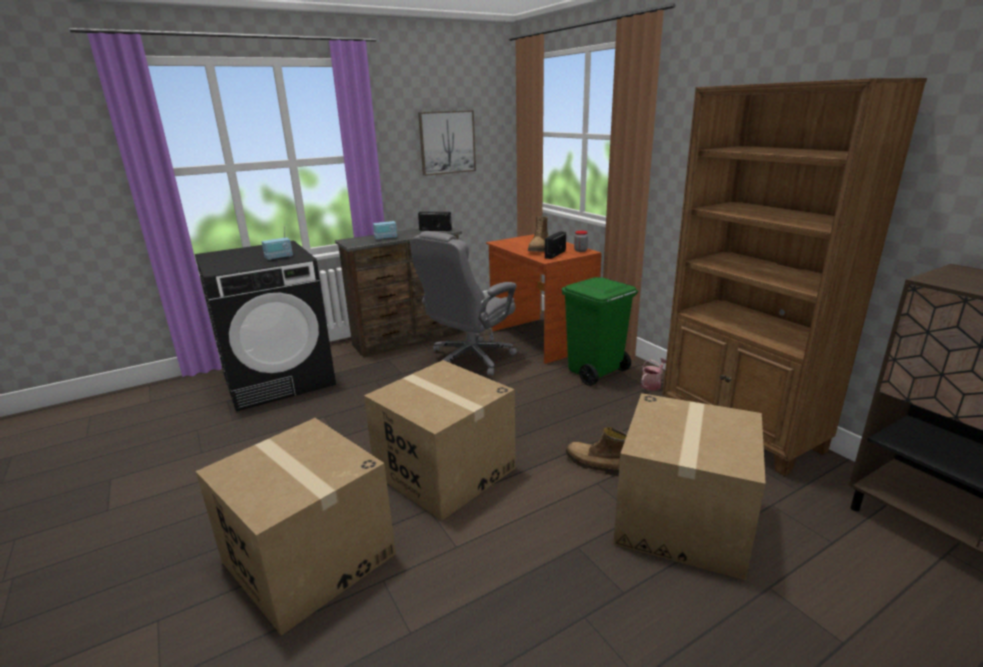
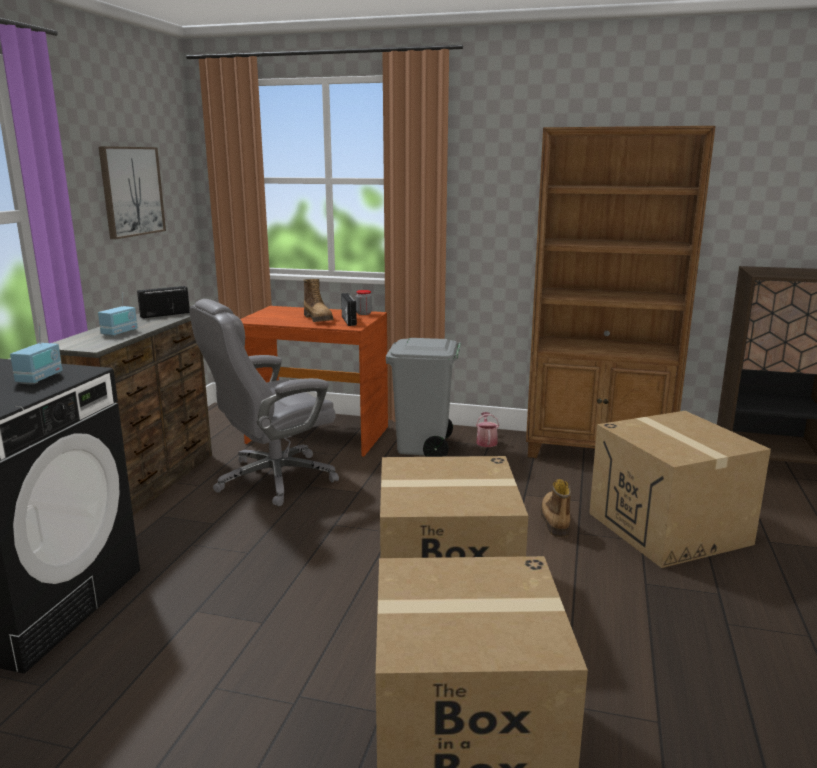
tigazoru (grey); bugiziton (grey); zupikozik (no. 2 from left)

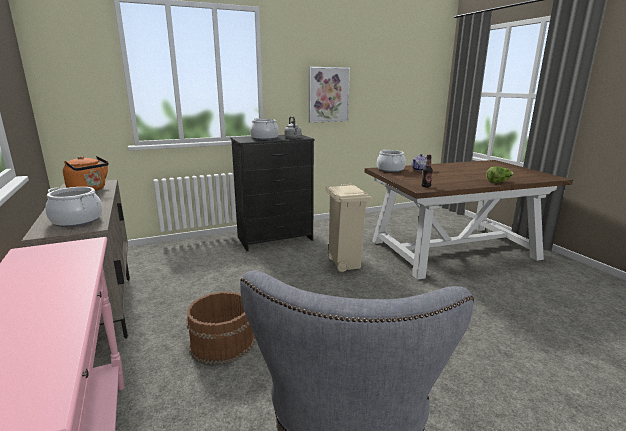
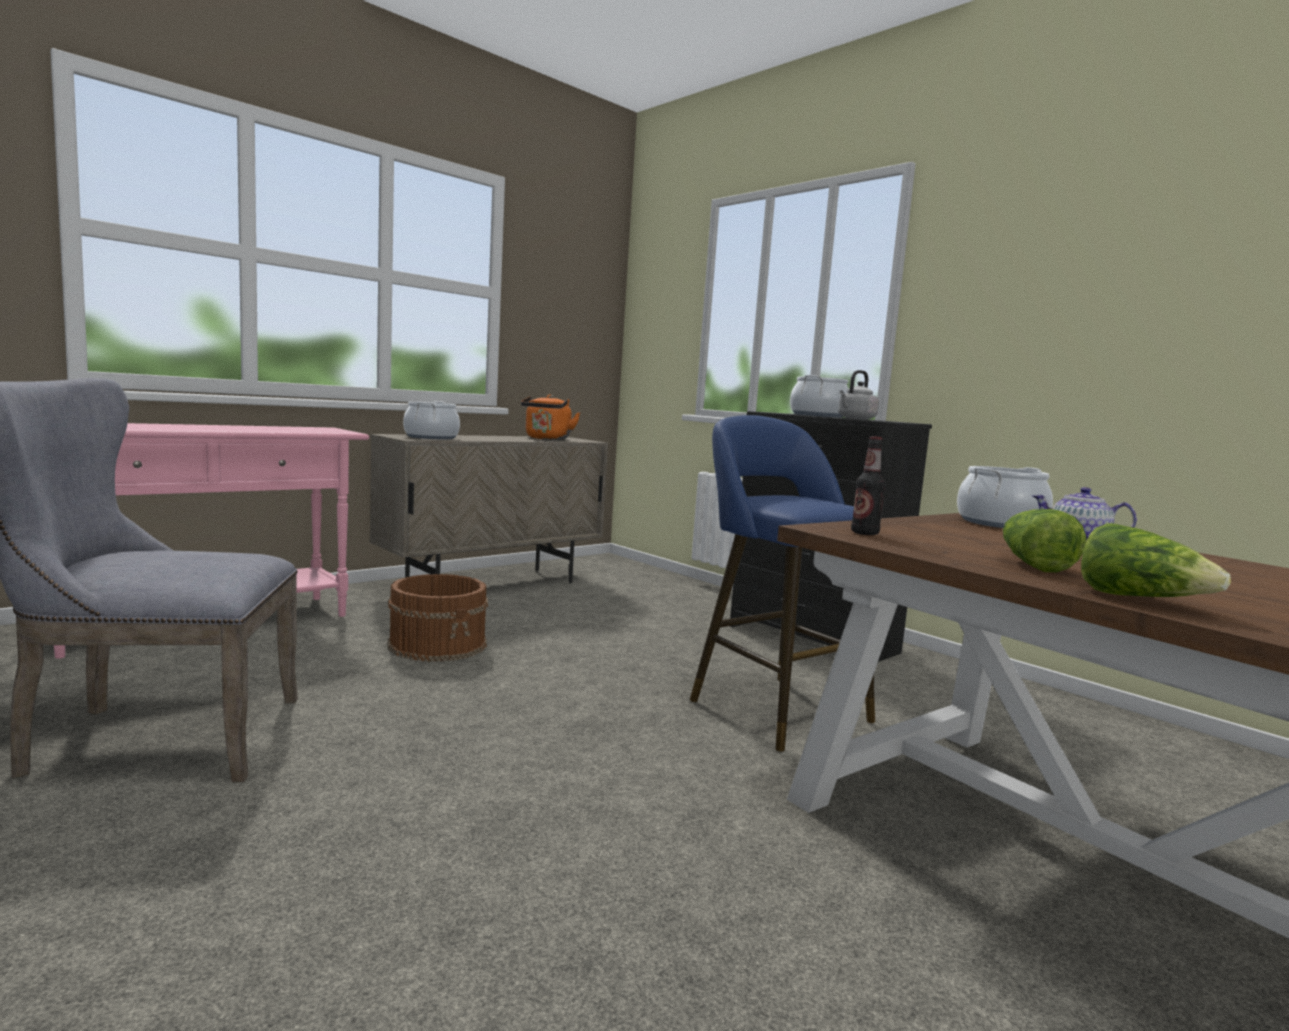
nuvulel; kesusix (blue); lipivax (no. 1 from left)

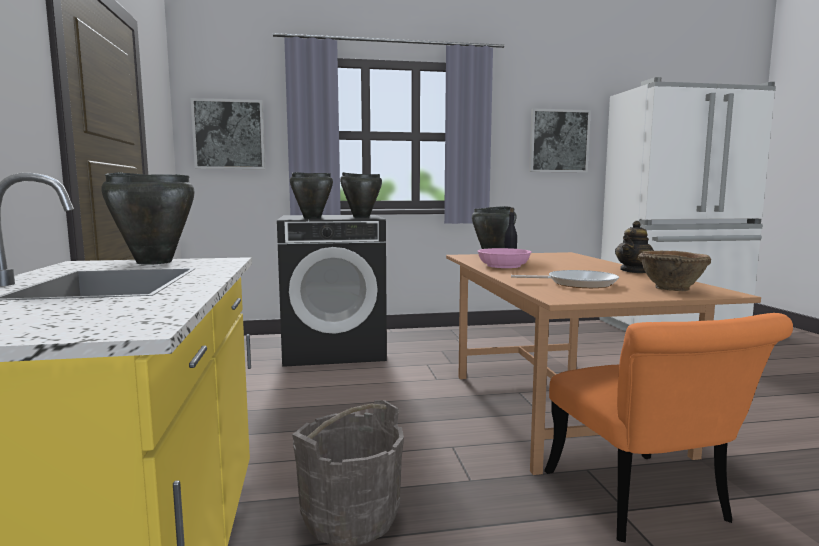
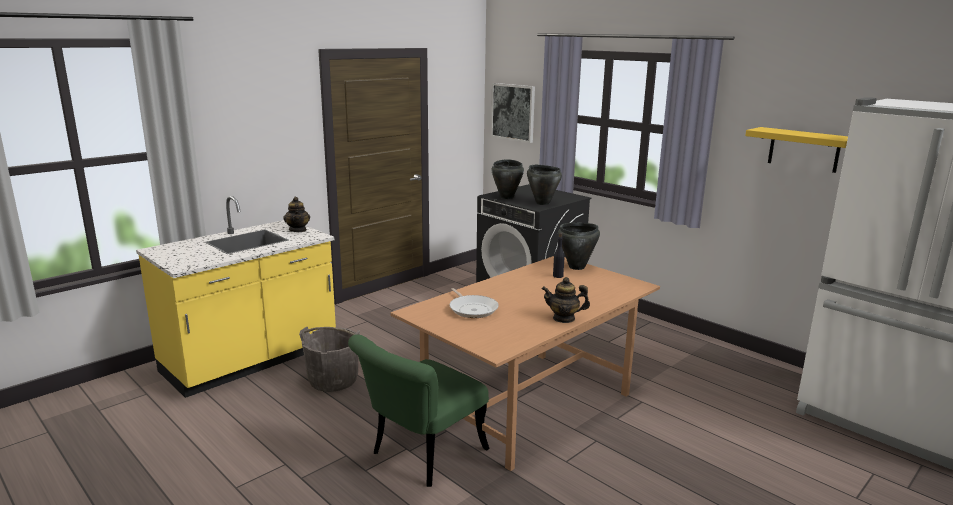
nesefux (no. 1 from left); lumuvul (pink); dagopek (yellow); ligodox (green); lumuvul (brown)

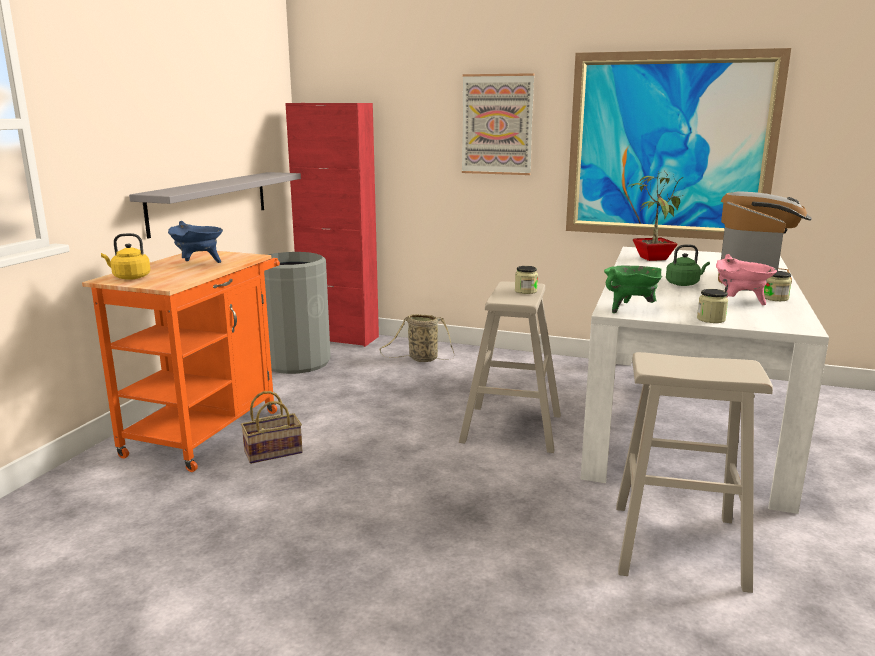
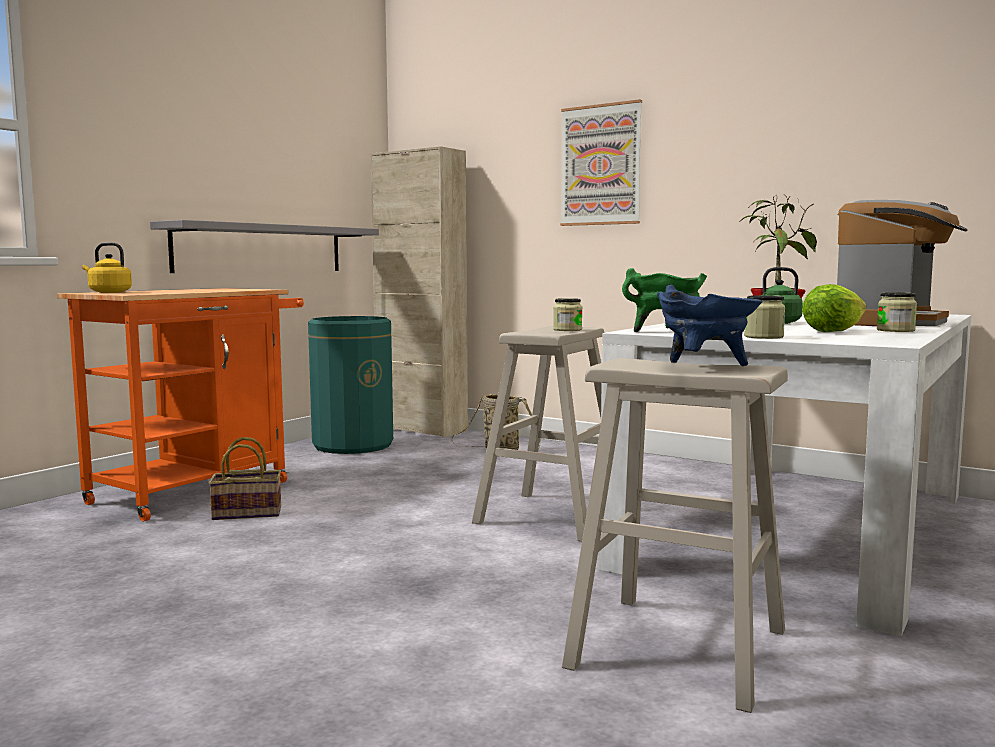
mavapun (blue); bugiziton (green); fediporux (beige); nuvulel (no. 2 from left in the first image); lipivax

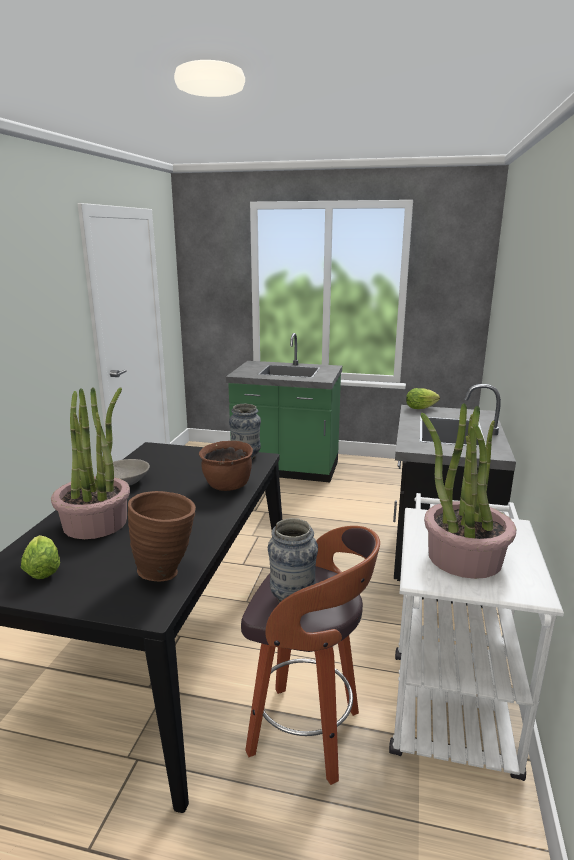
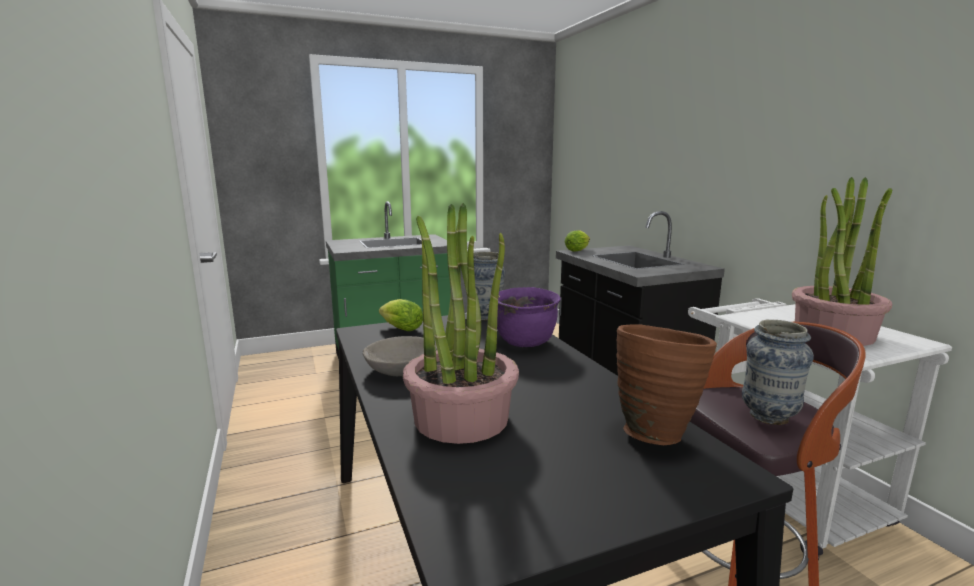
lipivax (no. 1 from left); mavapun (purple)

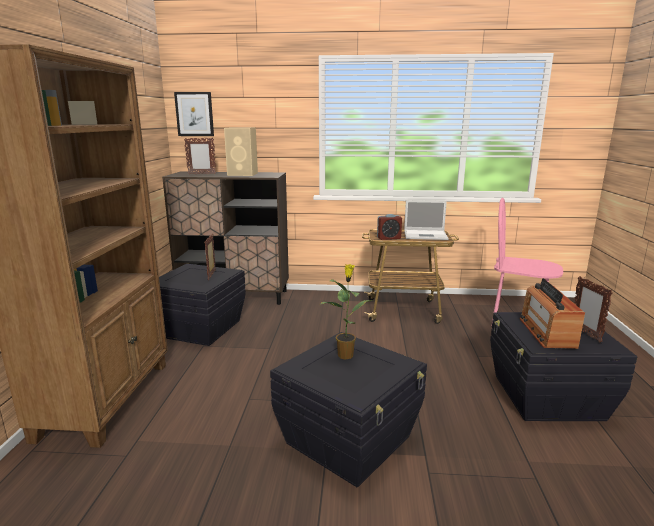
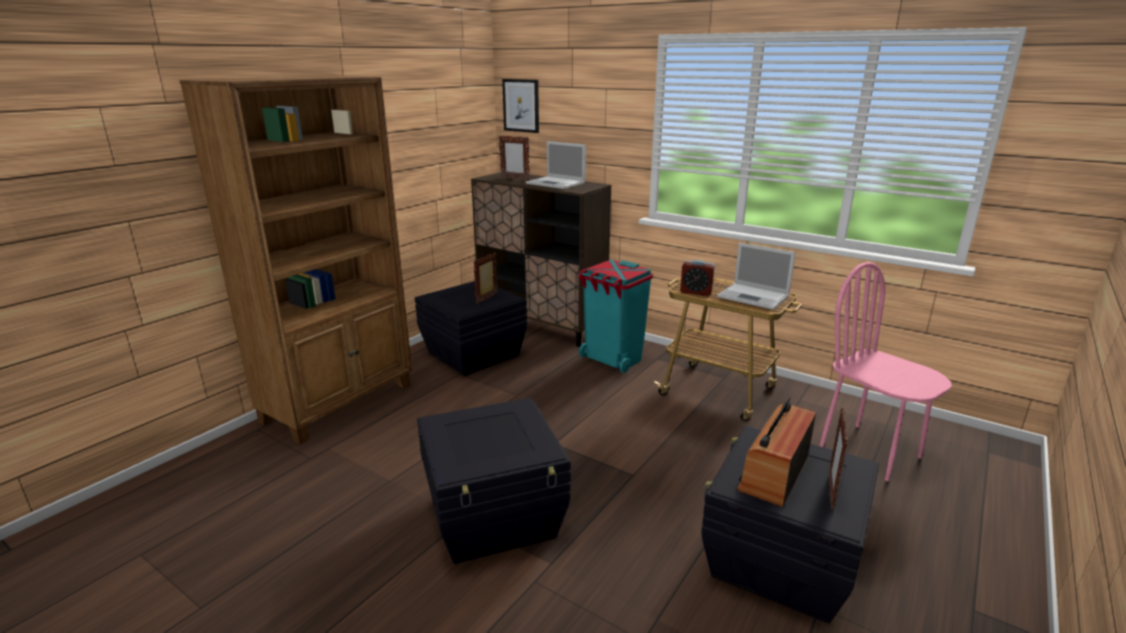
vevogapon (no. 1 from left); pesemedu; bugiziton (turquoise)

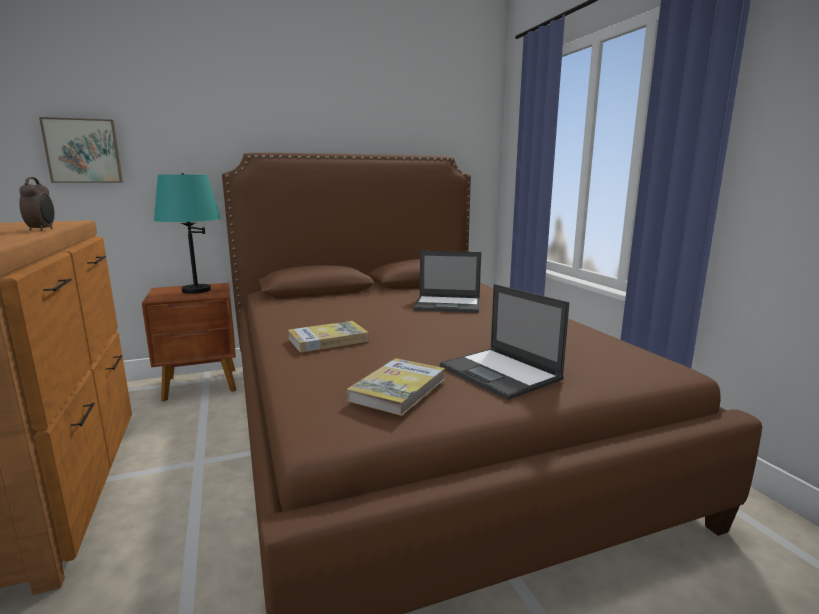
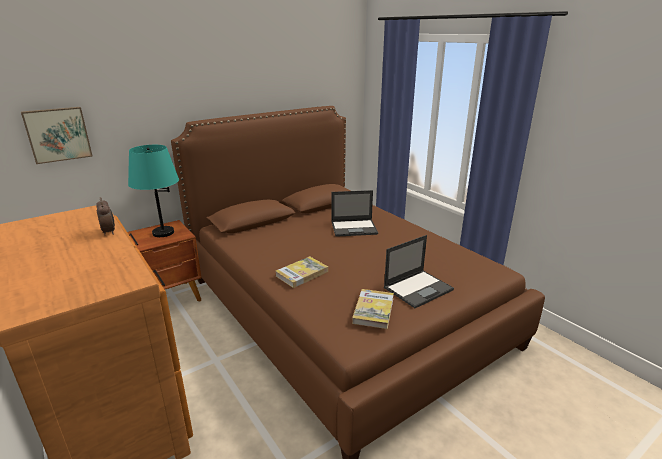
vevogapon (no. 2 from left)

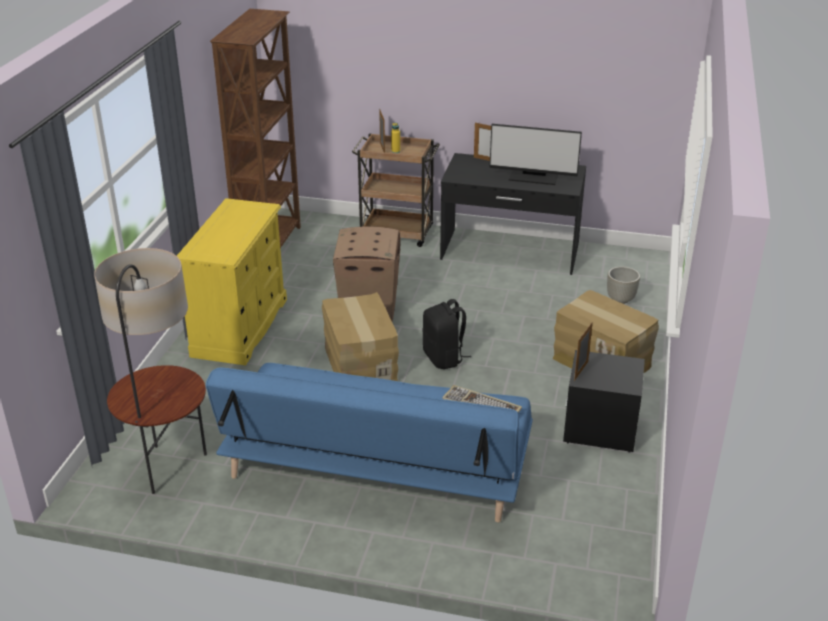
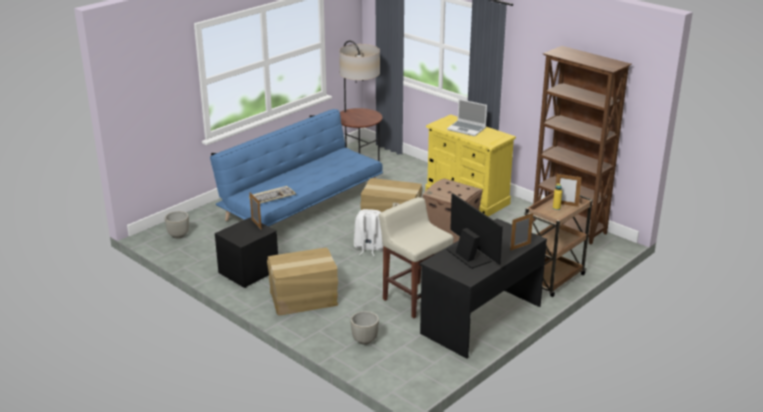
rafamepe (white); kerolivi; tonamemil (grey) (no. 1 from left); kesusix (beige); vevogapon

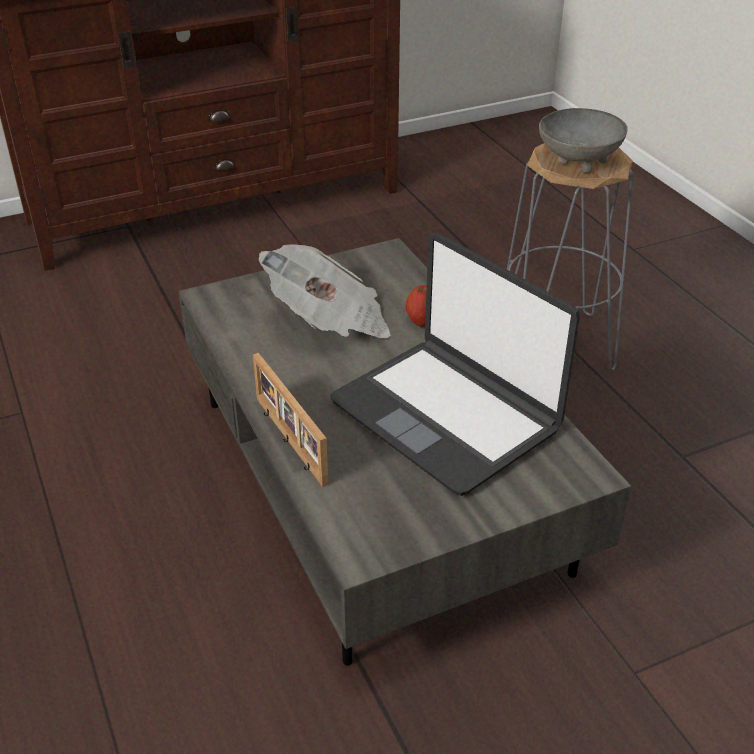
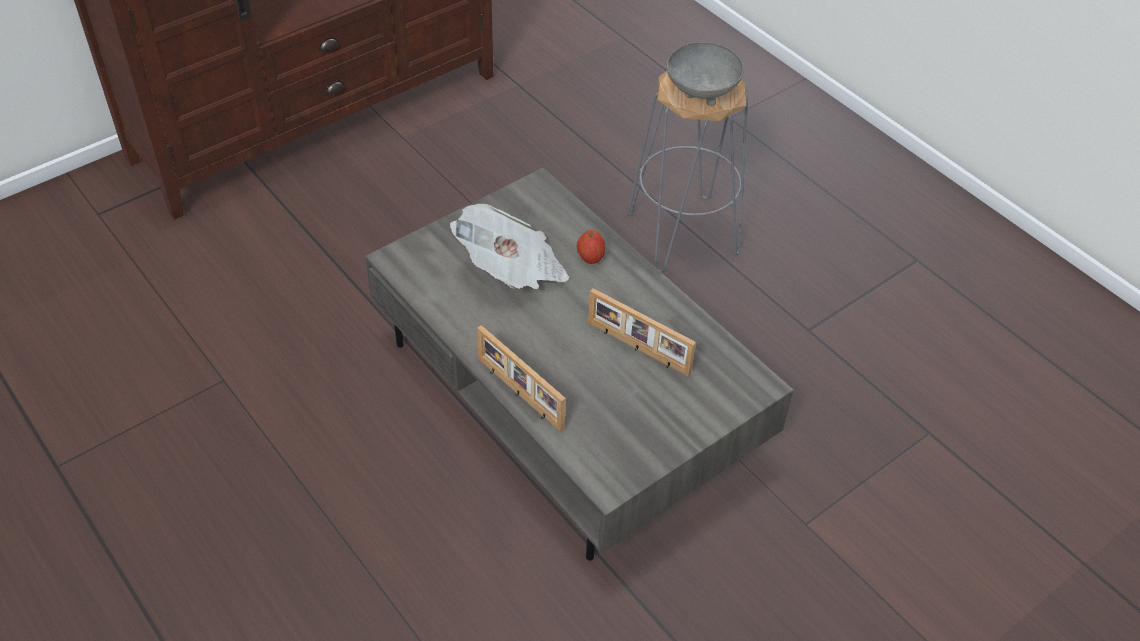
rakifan (no. 2 from left)

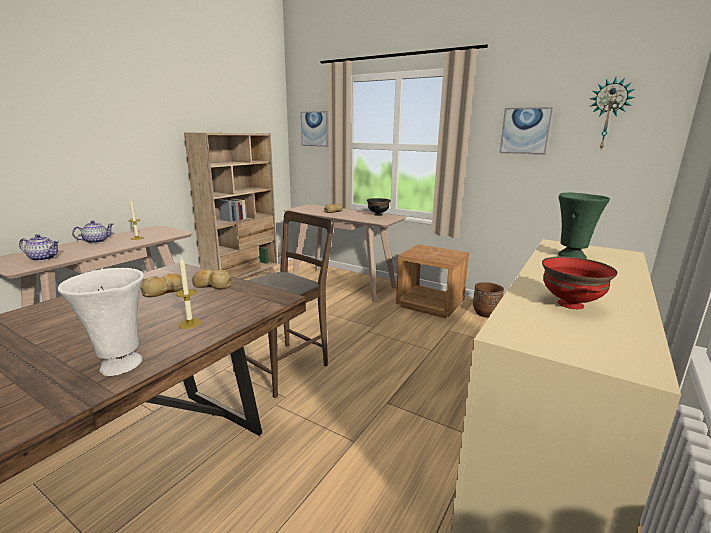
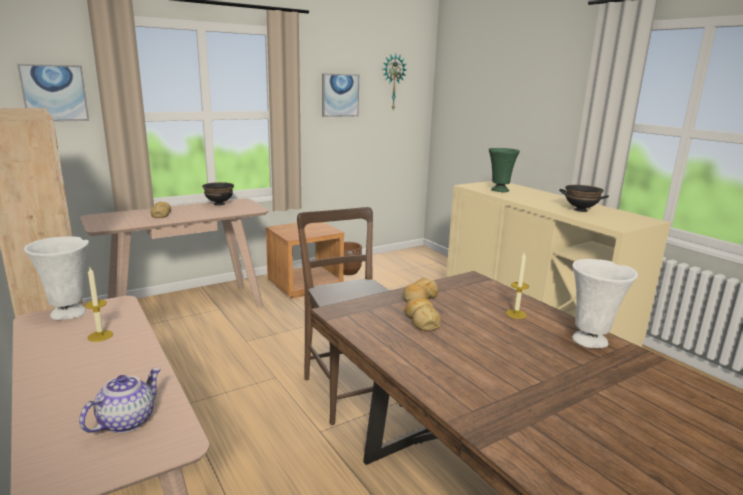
nesefux (no. 2 from left in the first image); lumuvul (black) (no. 2 from left); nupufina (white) (no. 1 from left)

